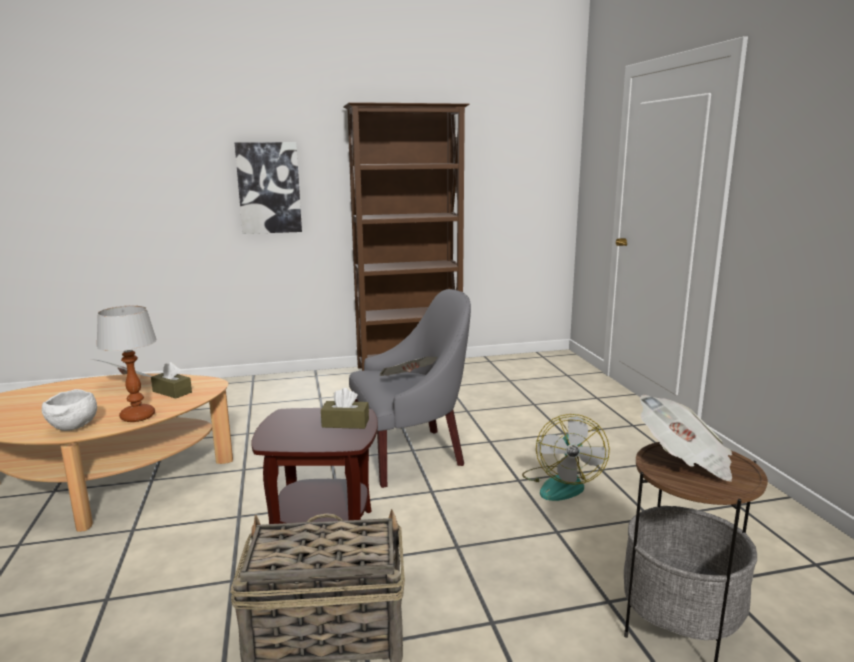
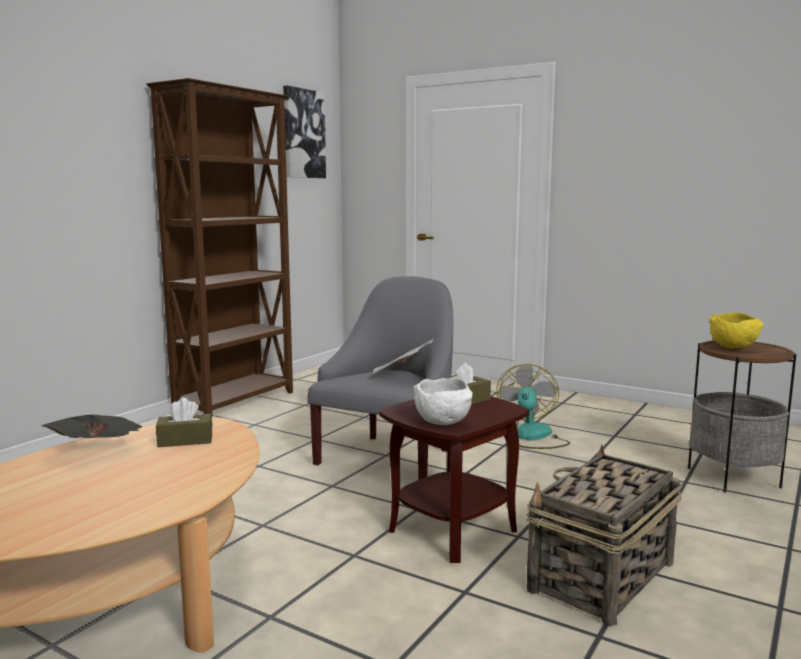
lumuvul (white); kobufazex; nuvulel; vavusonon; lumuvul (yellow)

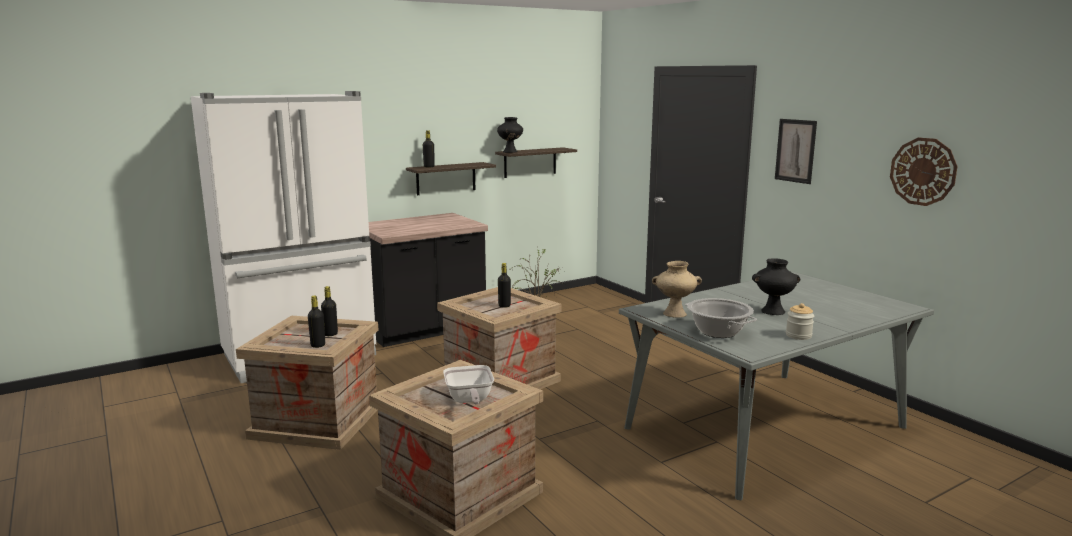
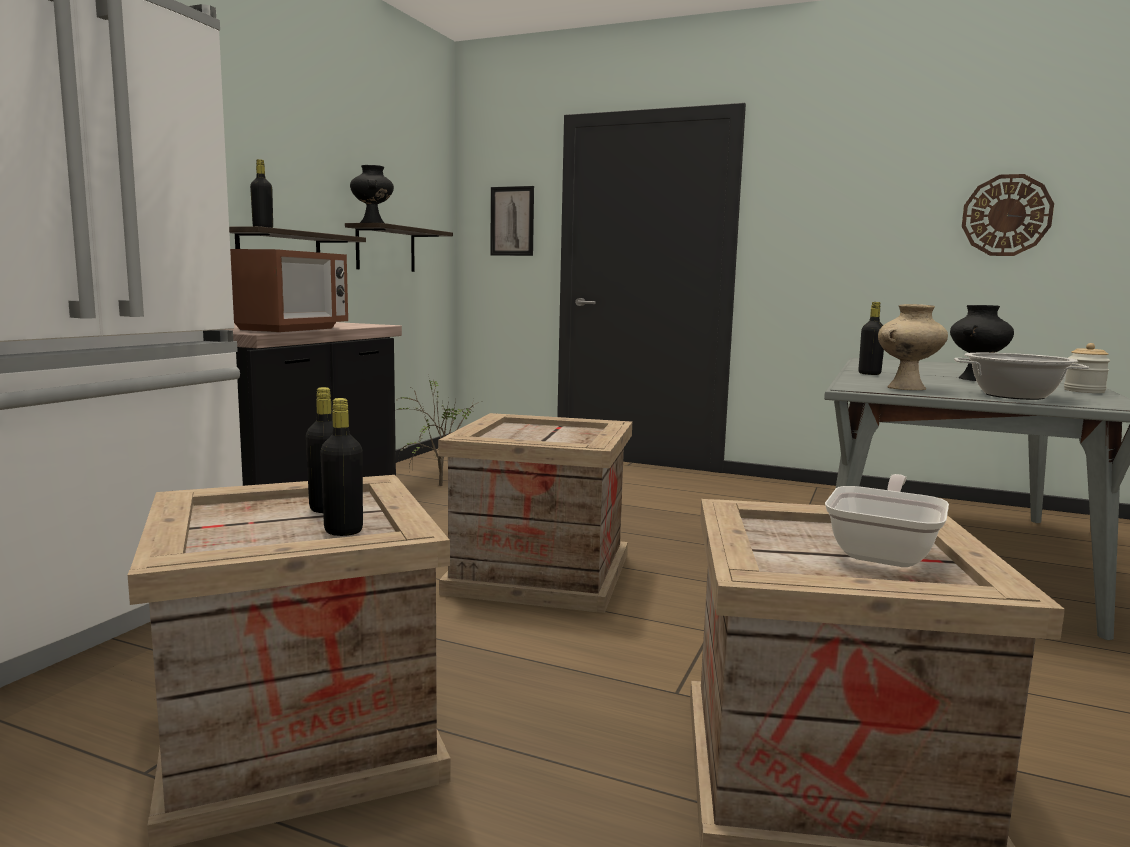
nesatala; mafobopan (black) (no. 4 from left); nuvulel; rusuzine

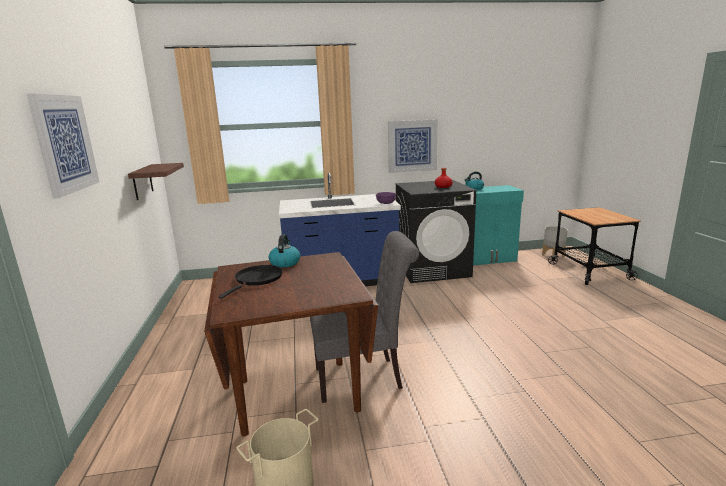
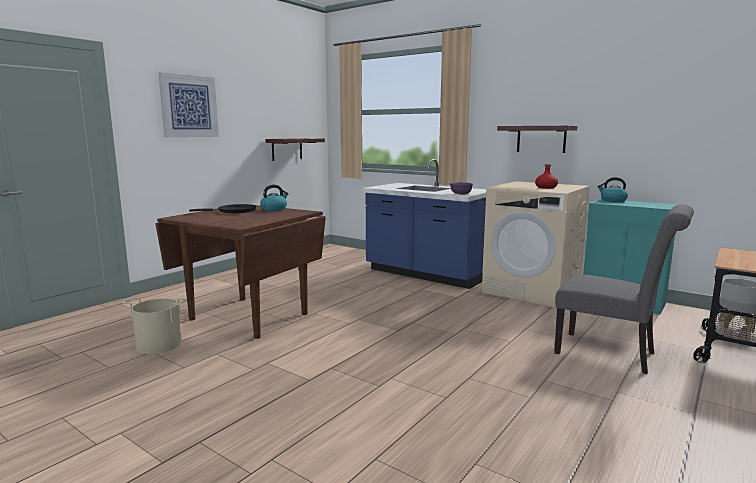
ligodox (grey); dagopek (no. 2 from left); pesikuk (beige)

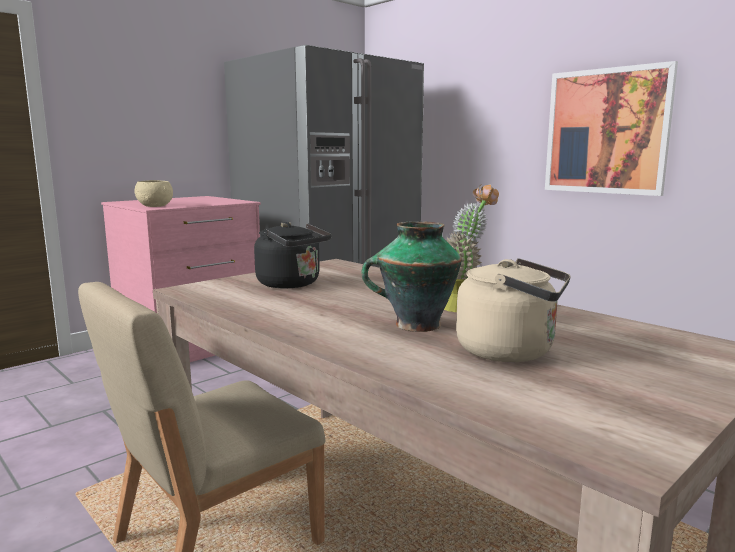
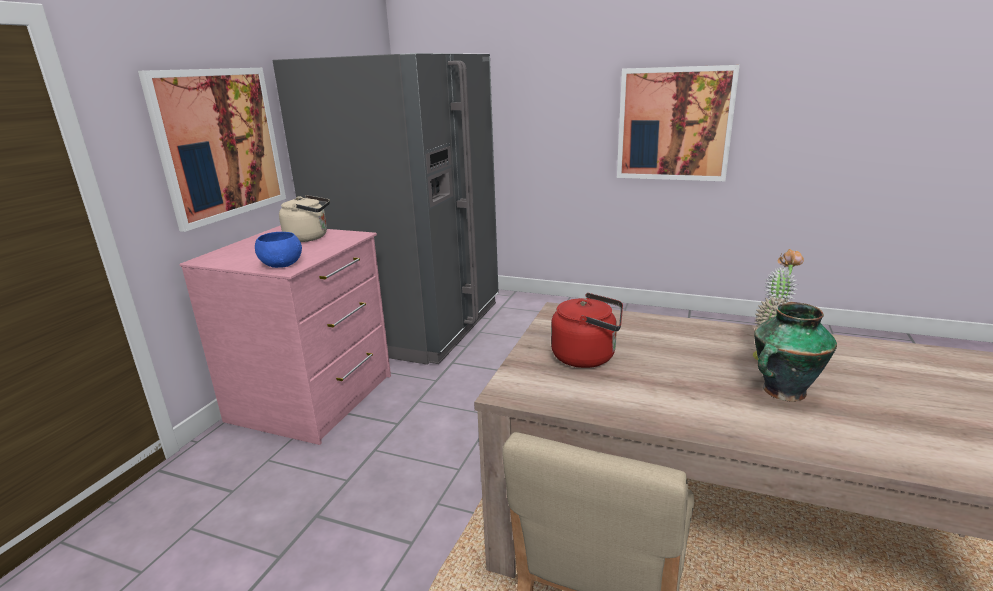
lumuvul (blue); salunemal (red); salunemal (beige); nuvulel (no. 1 from left)

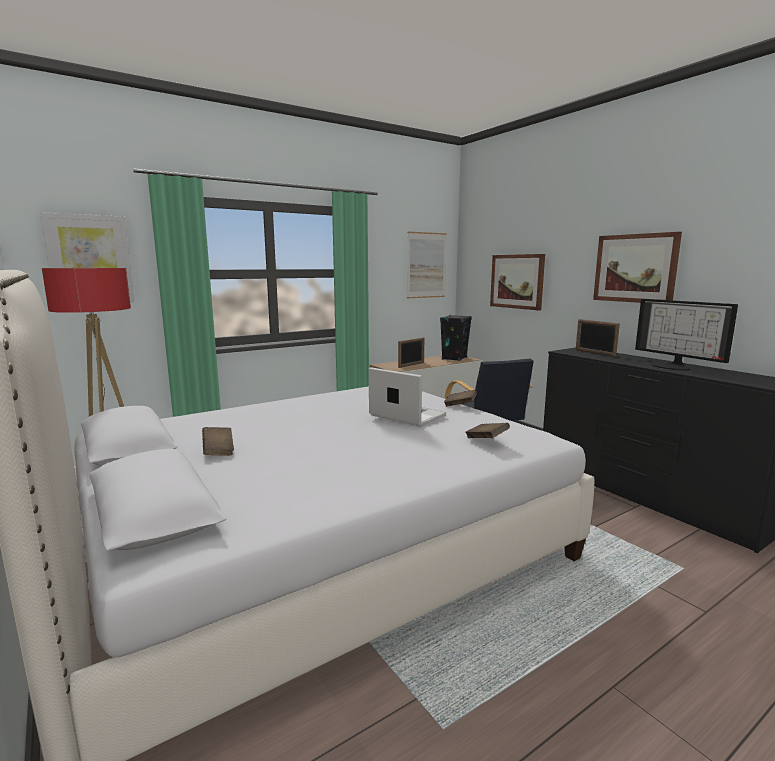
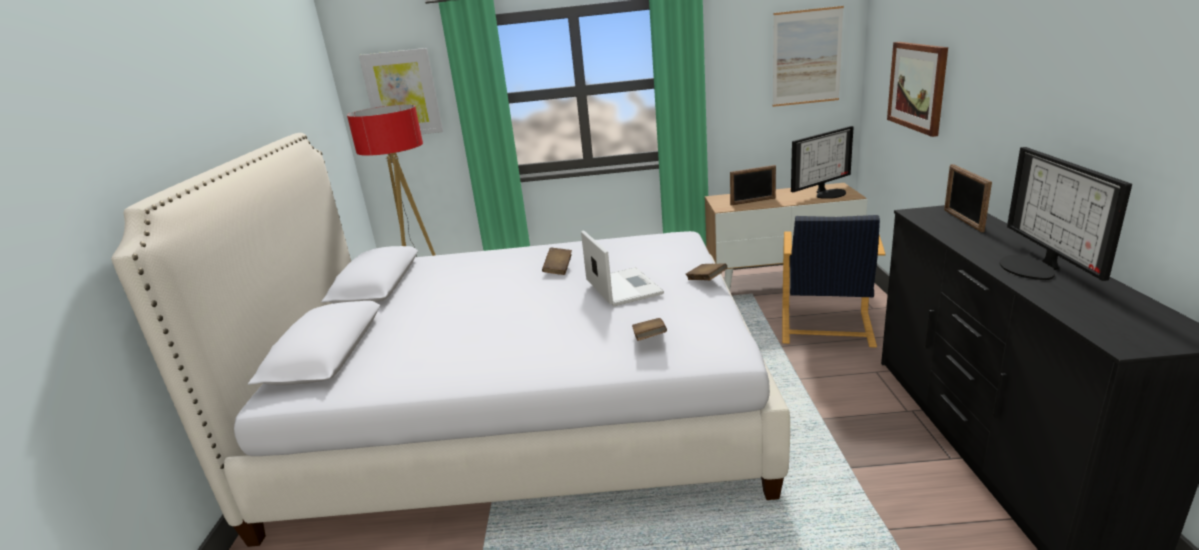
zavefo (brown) (no. 1 from left); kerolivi (no. 1 from left); nuvulel (no. 4 from left in the first image)

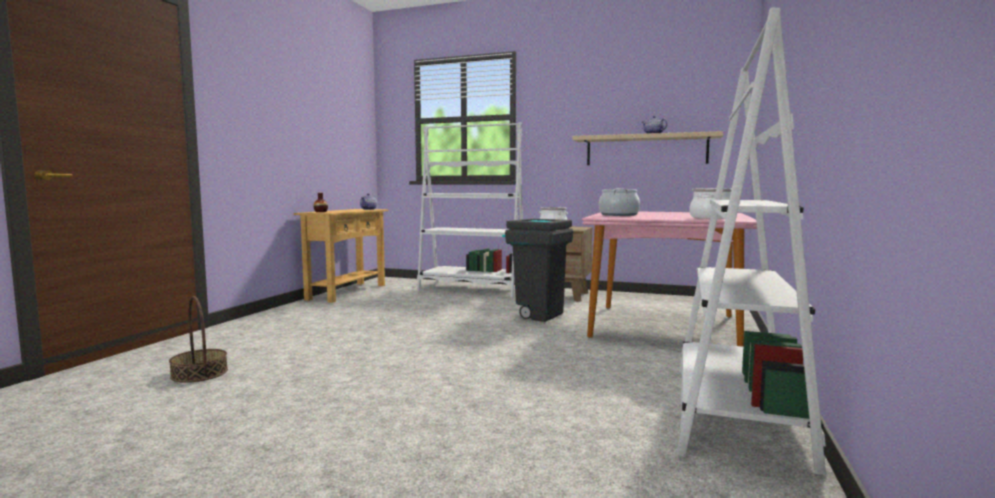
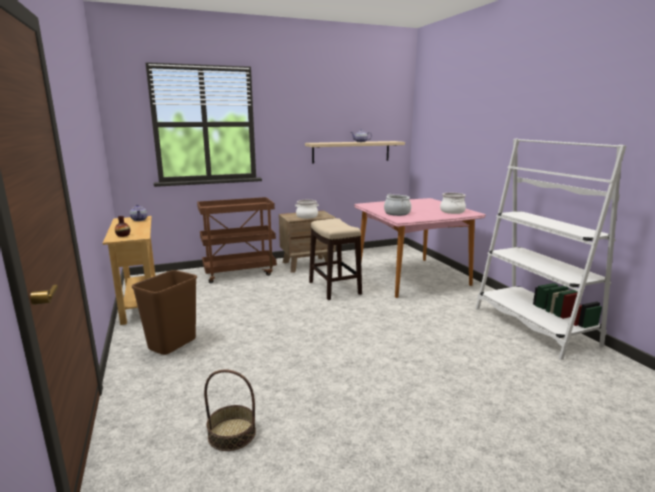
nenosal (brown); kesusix; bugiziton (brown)

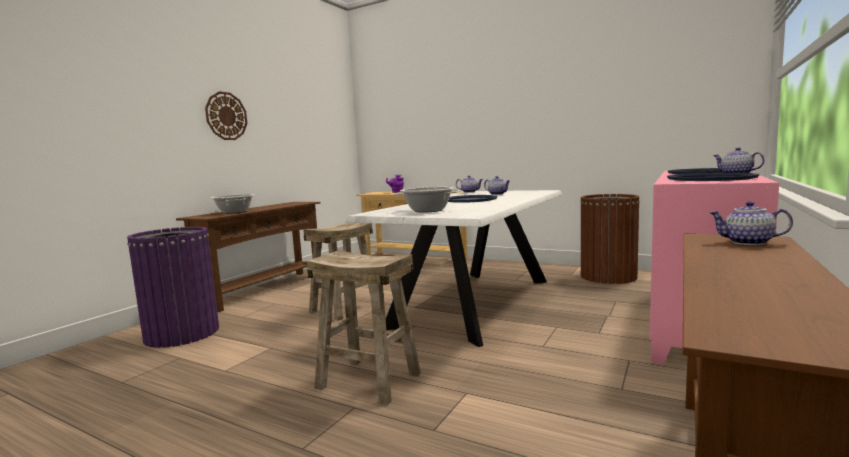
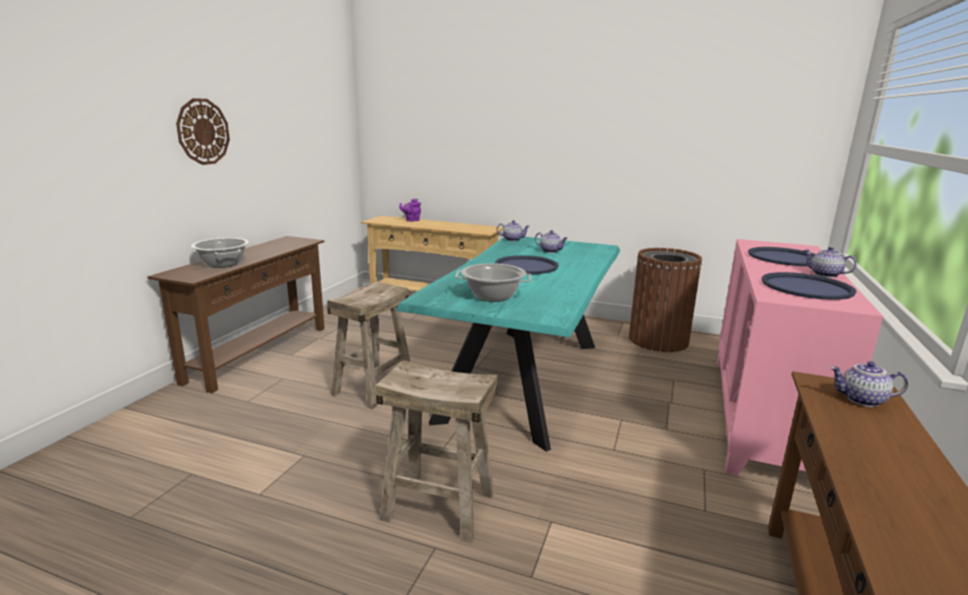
bugiziton (purple); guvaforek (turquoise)

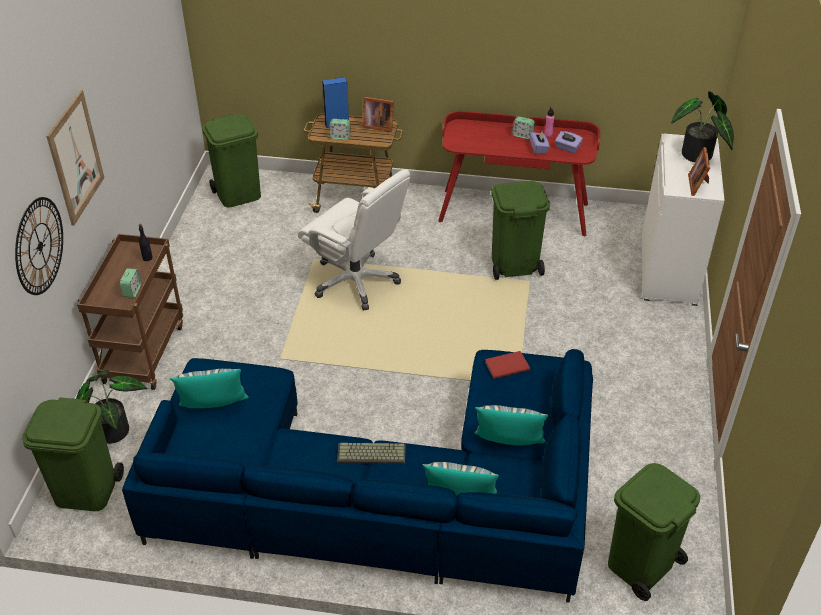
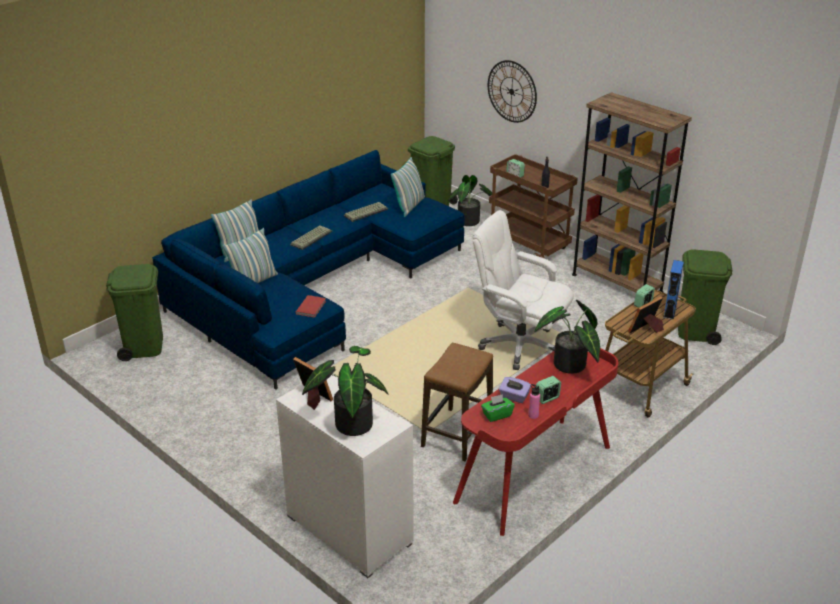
nuvulel; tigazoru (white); kesusix; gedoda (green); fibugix (no. 2 from left); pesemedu (no. 3 from left); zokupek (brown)

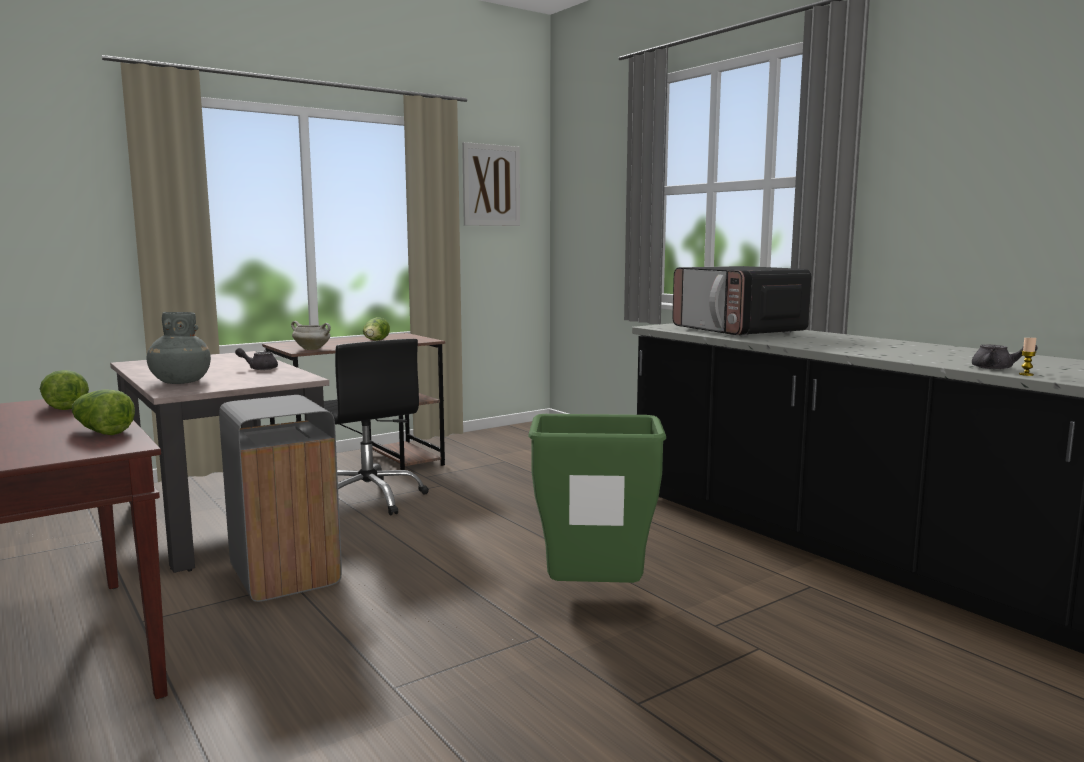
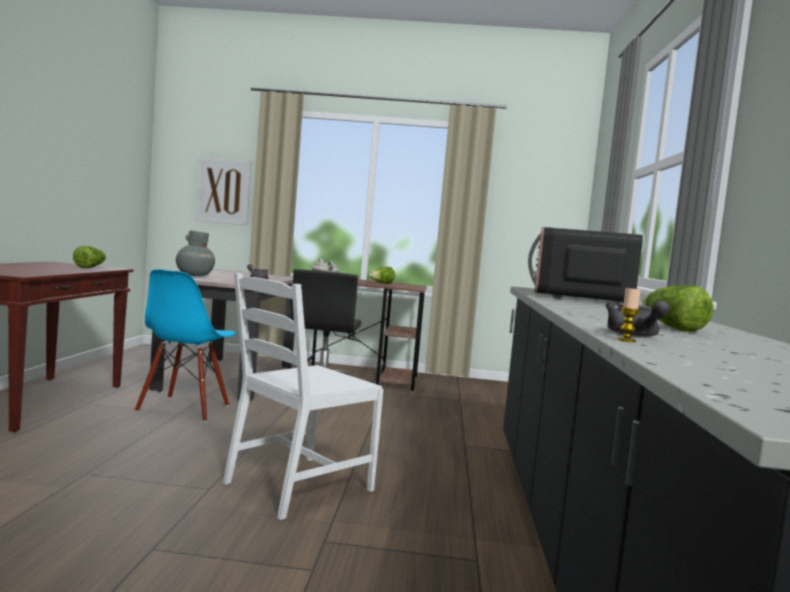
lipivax (no. 3 from left); ligodox (blue); nuvulel; ligodox (white)

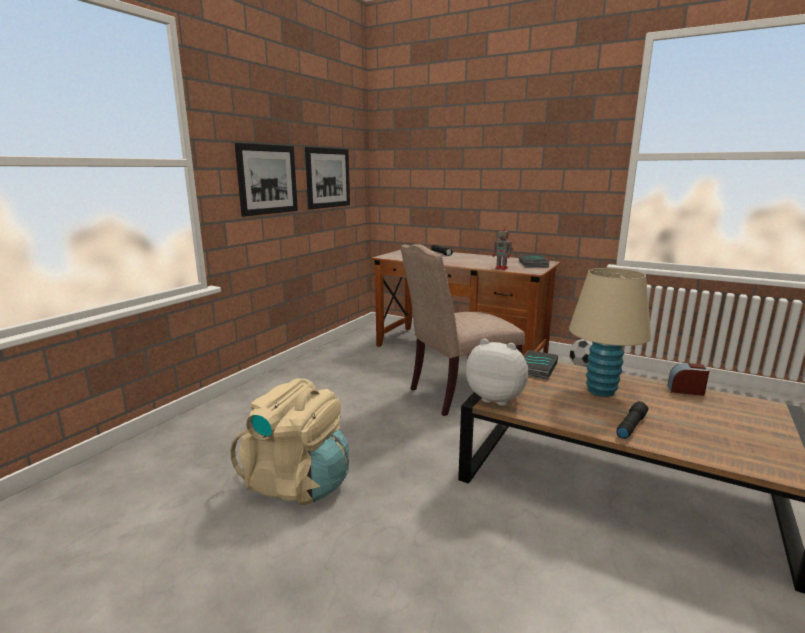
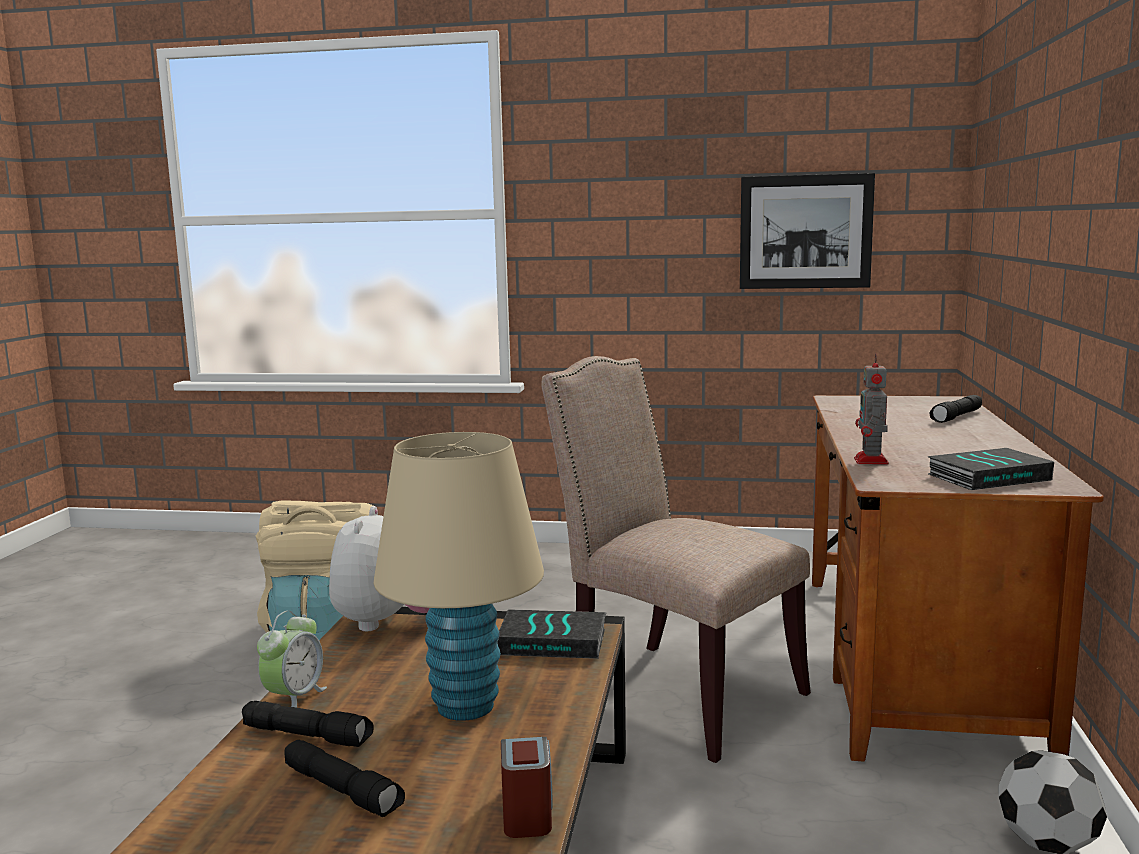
nuvulel (no. 1 from left in the first image); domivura (no. 1 from left); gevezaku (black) (no. 2 from left)

